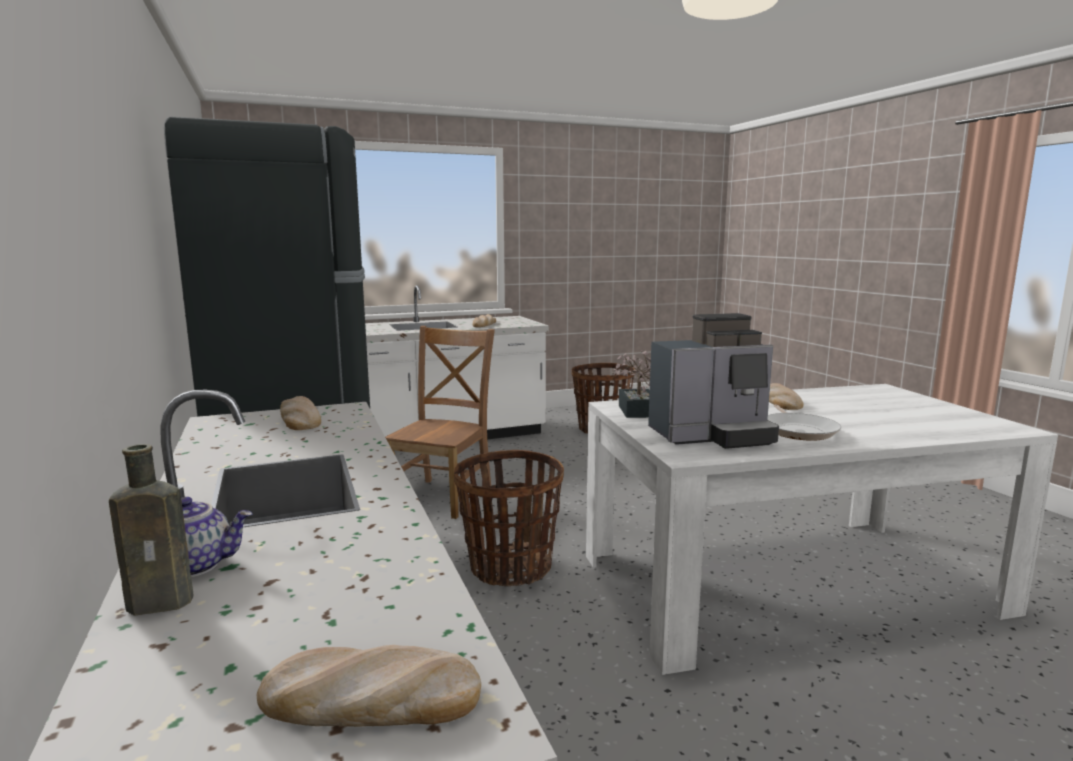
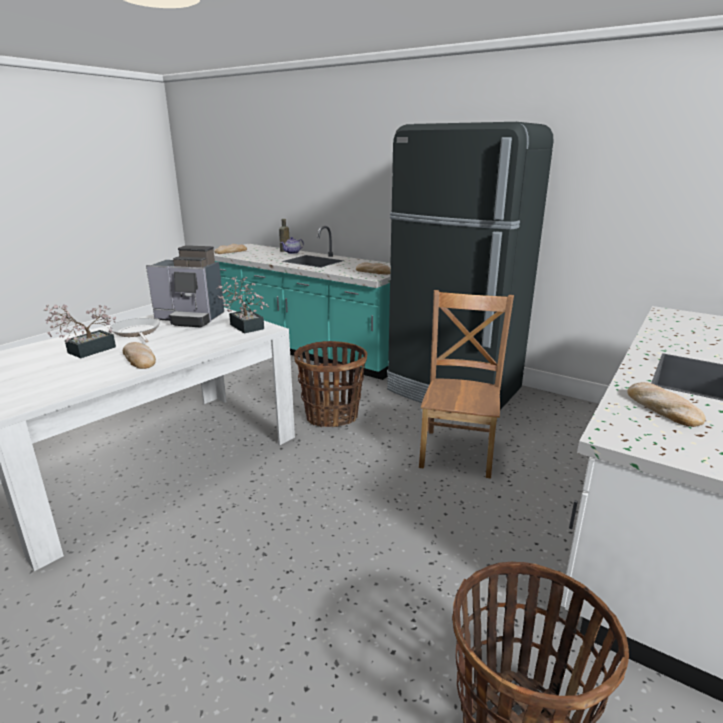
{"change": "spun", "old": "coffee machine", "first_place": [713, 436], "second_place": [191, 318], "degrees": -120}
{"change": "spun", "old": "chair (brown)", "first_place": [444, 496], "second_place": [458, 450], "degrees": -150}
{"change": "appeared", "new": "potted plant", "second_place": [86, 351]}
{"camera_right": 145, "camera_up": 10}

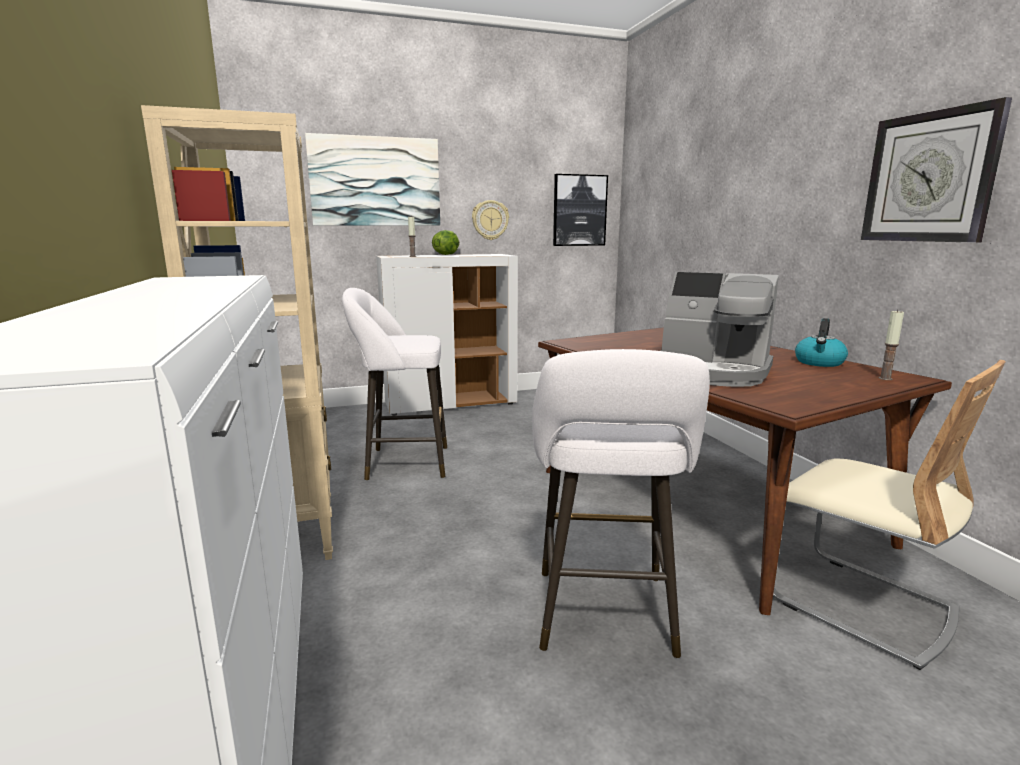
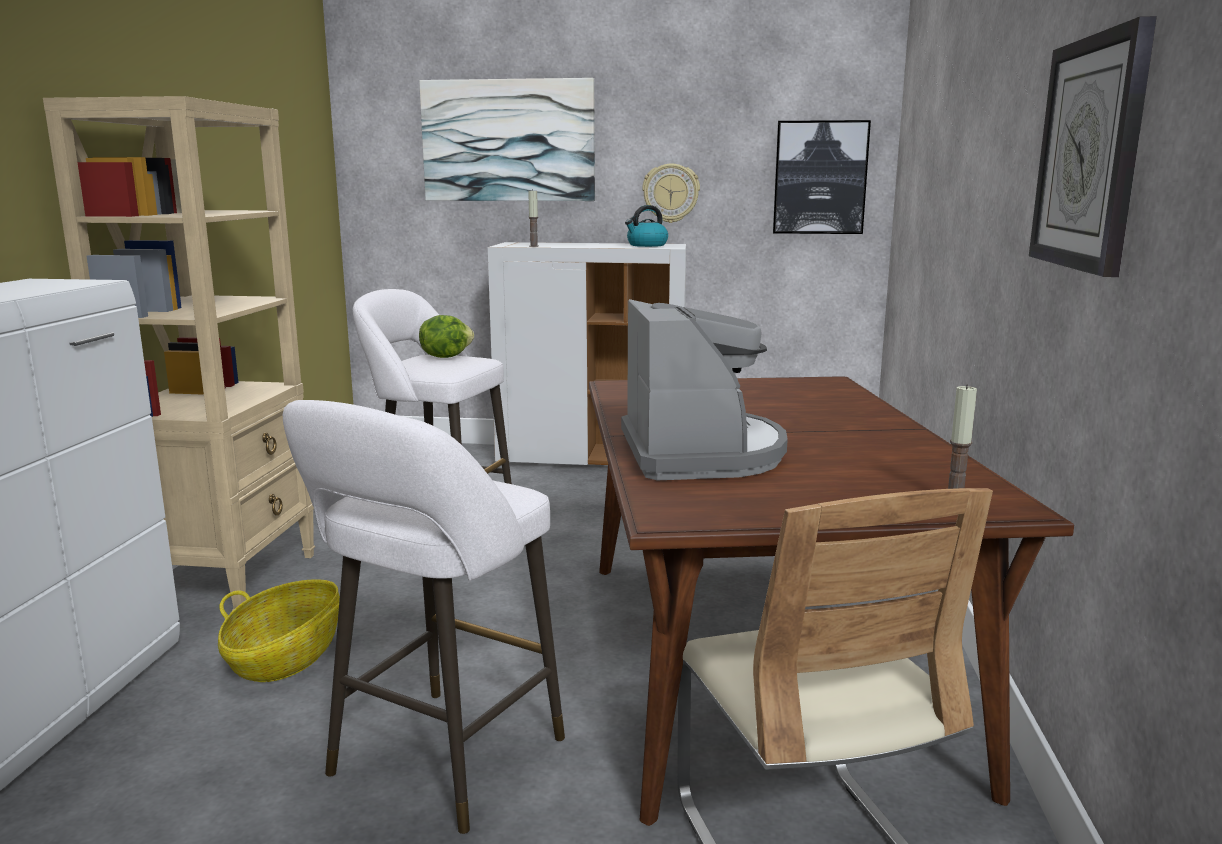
{"change": "relocated", "old": "lettuce", "first_place": [446, 254], "second_place": [445, 357]}
{"change": "spun", "old": "coffee machine", "first_place": [711, 372], "second_place": [701, 453], "degrees": -150}
{"change": "relocated", "old": "kettle", "first_place": [819, 363], "second_place": [646, 245]}
{"change": "appeared", "new": "basket", "second_place": [286, 657]}
{"camera_right": 25, "camera_up": 0}

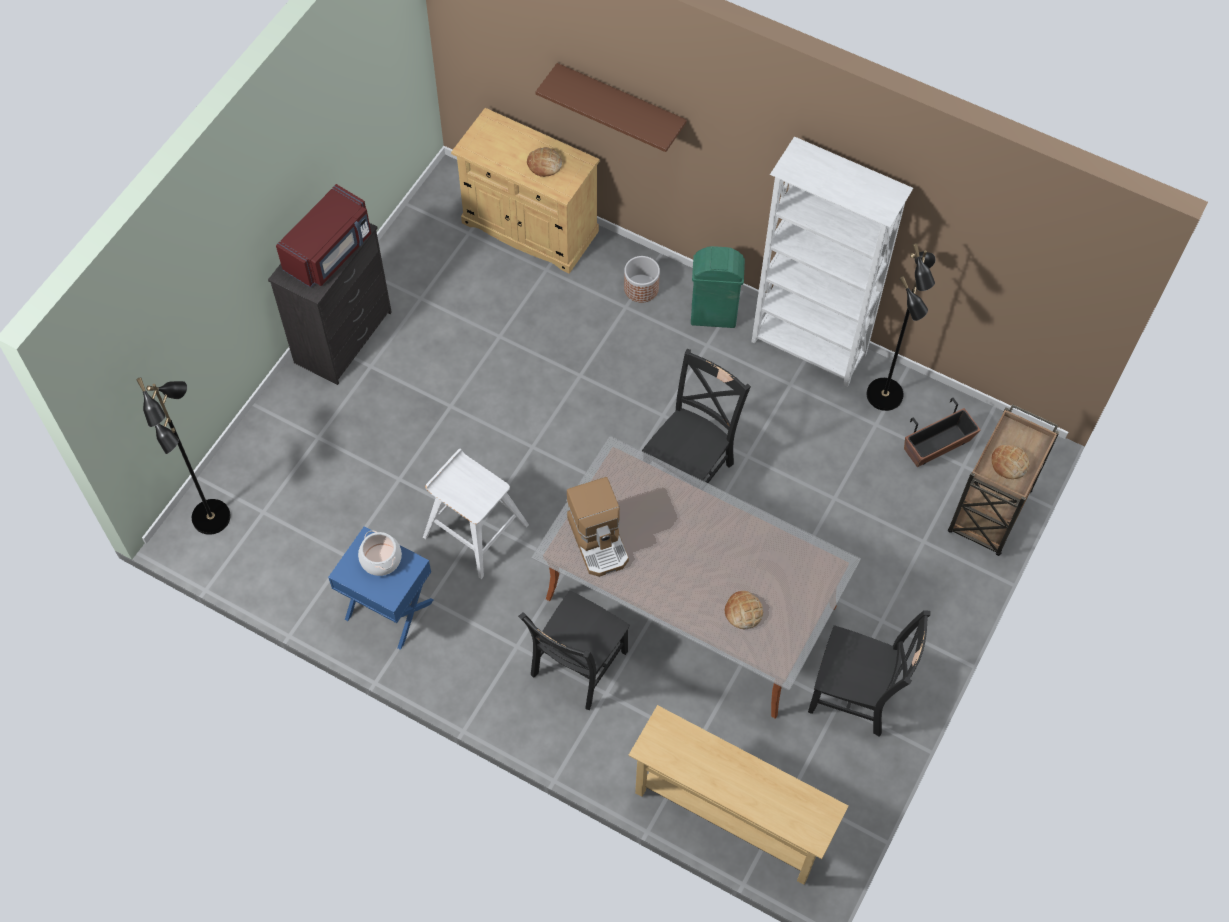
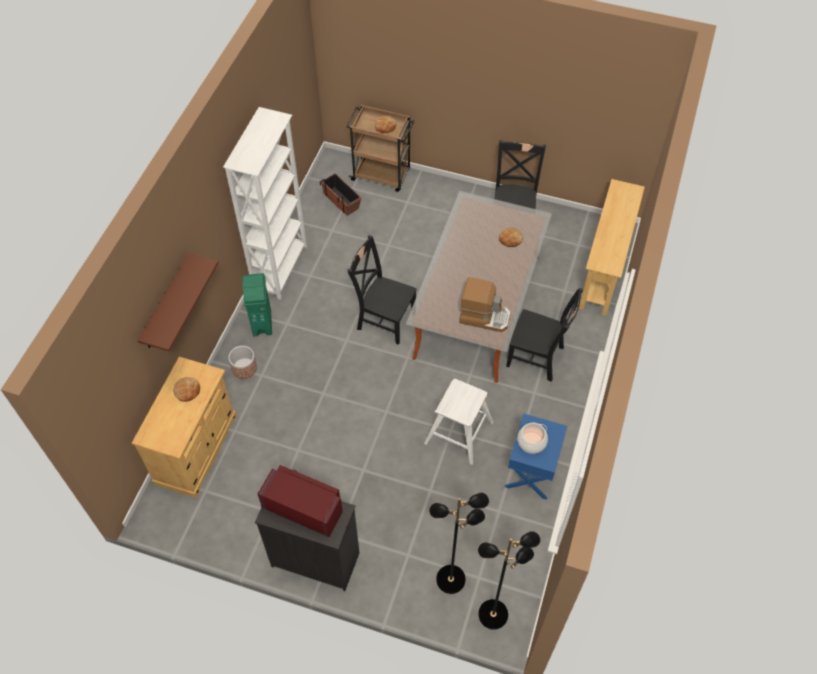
{"change": "relocated", "old": "floor lamp (black)", "first_place": [886, 395], "second_place": [451, 578]}
{"change": "spun", "old": "coffee machine", "first_place": [599, 540], "second_place": [484, 316], "degrees": 45}
{"camera_right": -100, "camera_up": -5}

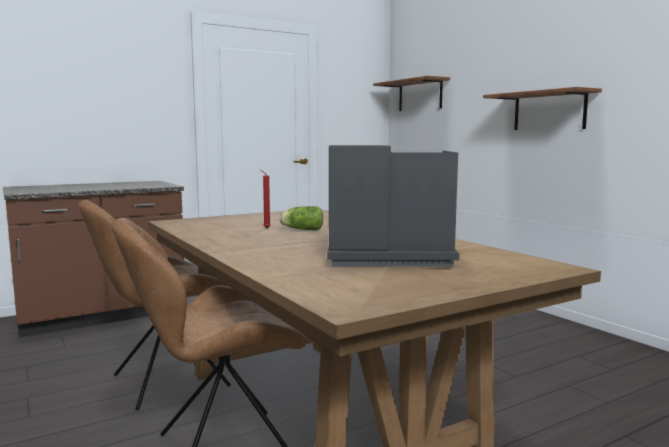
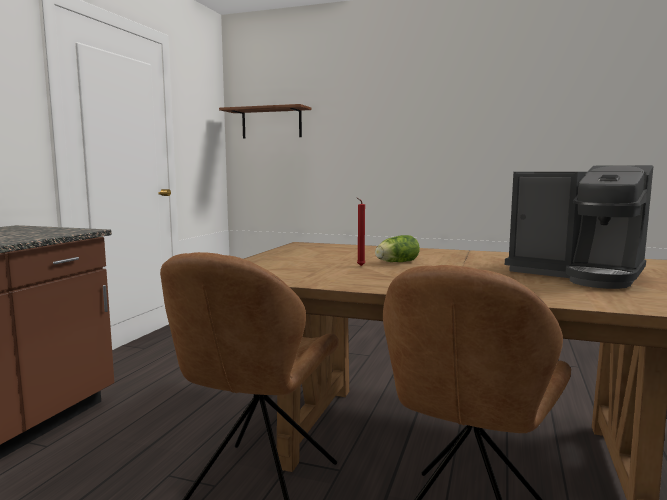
{"change": "missing", "old": "shelf", "first_place": [549, 111]}
{"change": "spun", "old": "coffee machine", "first_place": [385, 257], "second_place": [577, 274], "degrees": -105}
{"camera_right": -40, "camera_up": 0}

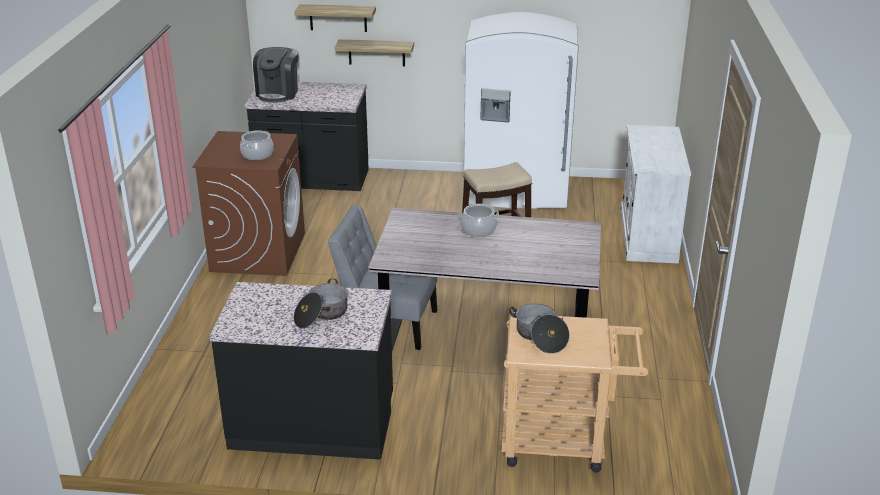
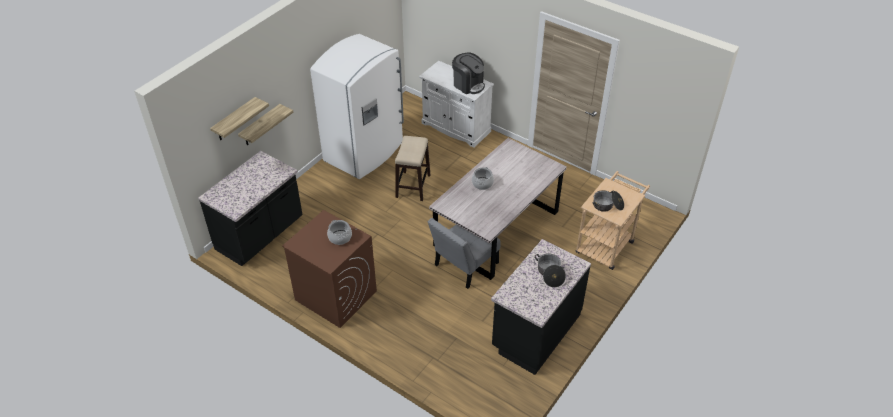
{"change": "relocated", "old": "coffee machine", "first_place": [278, 93], "second_place": [468, 85]}
{"camera_right": -60, "camera_up": 15}

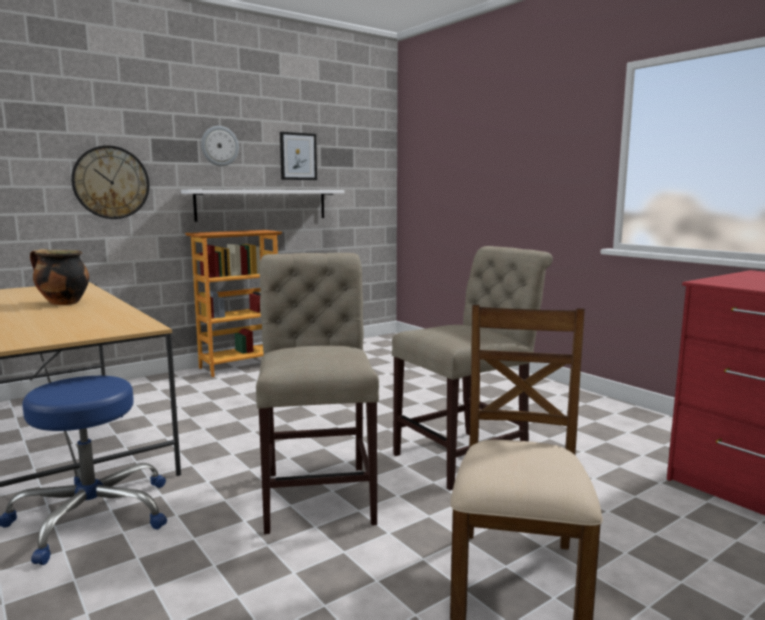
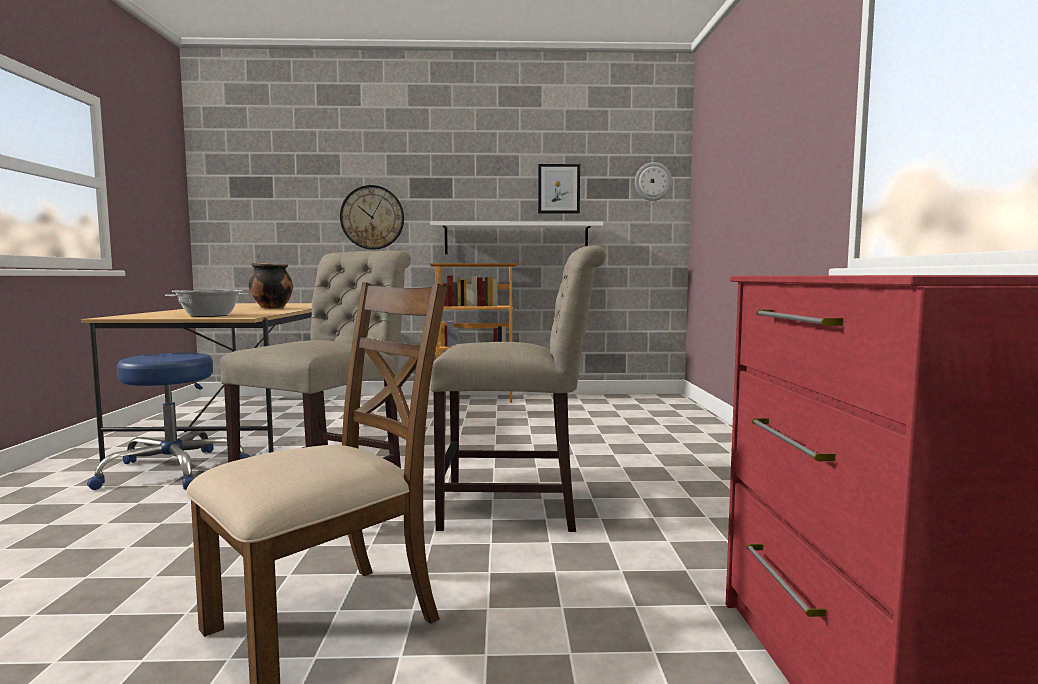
{"change": "relocated", "old": "wall clock", "first_place": [219, 146], "second_place": [653, 181]}
{"change": "appeared", "new": "cooking pot", "second_place": [209, 315]}
{"camera_right": 35, "camera_up": -5}

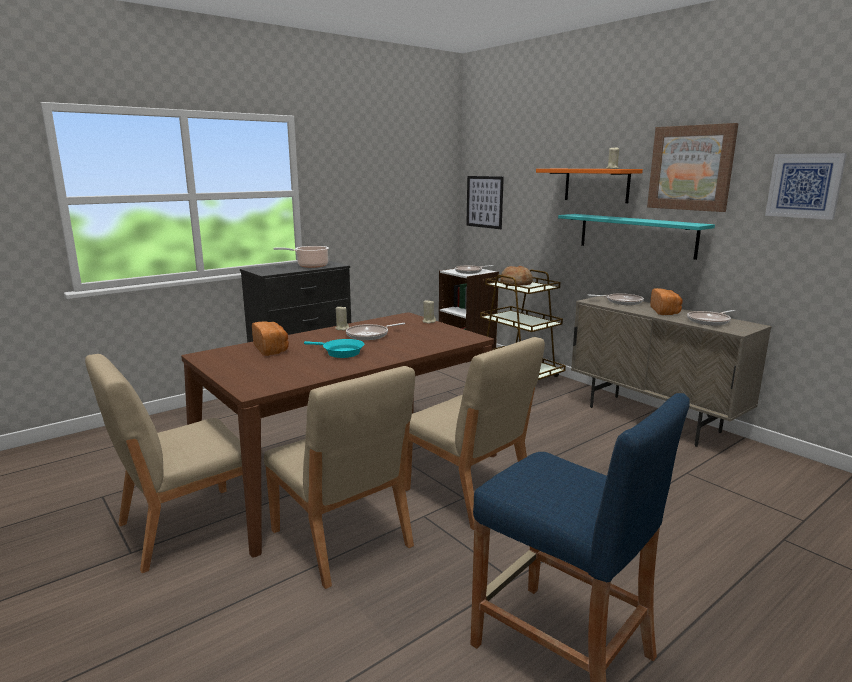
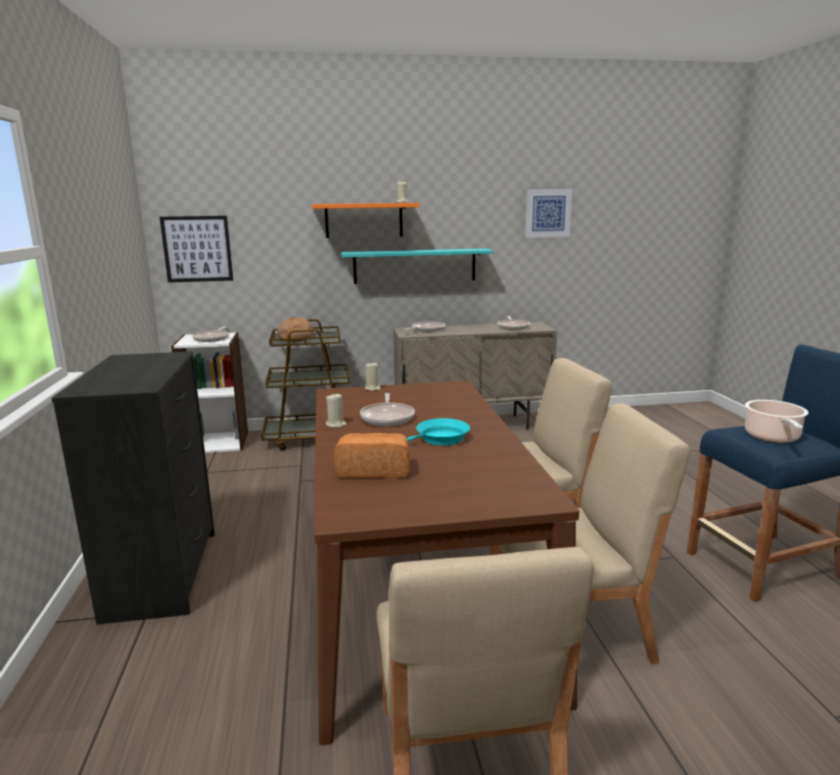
{"change": "missing", "old": "picture", "first_place": [691, 168]}
{"change": "relocated", "old": "cooking pot", "first_place": [310, 266], "second_place": [772, 437]}
{"change": "missing", "old": "bread", "first_place": [665, 311]}
{"camera_right": -60, "camera_up": 0}

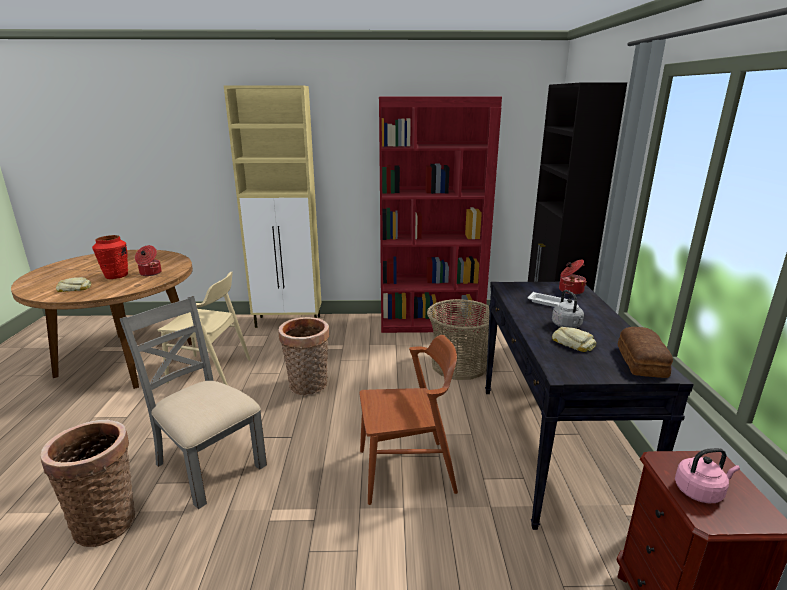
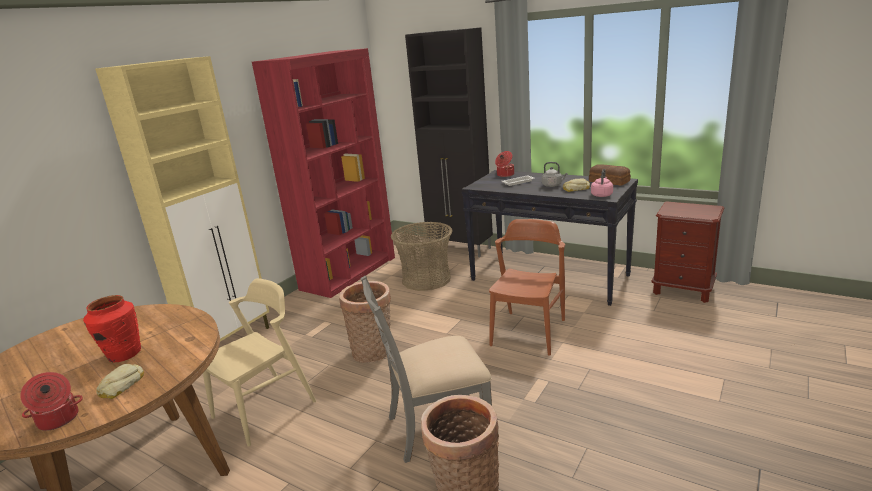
{"change": "relocated", "old": "cooking pot", "first_place": [150, 273], "second_place": [58, 420]}
{"change": "relocated", "old": "kettle (pink)", "first_place": [700, 491], "second_place": [602, 195]}
{"camera_right": -55, "camera_up": 0}

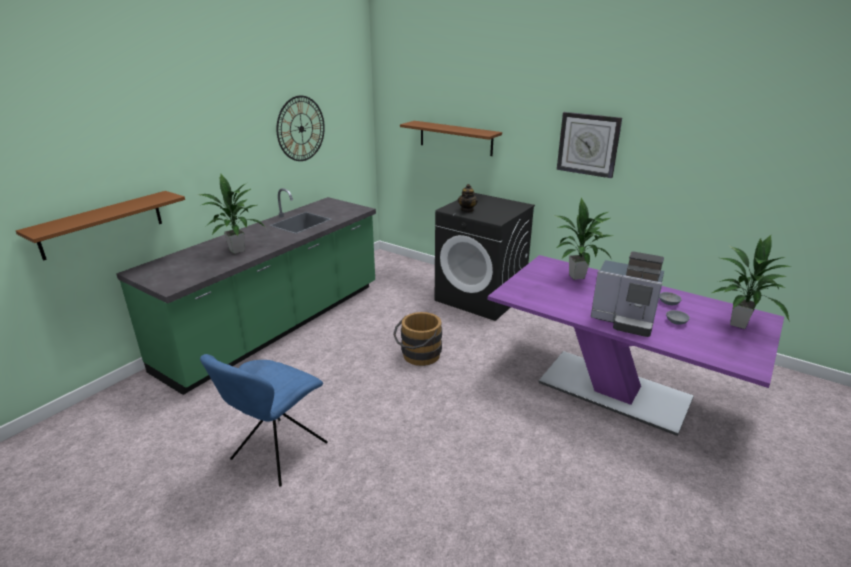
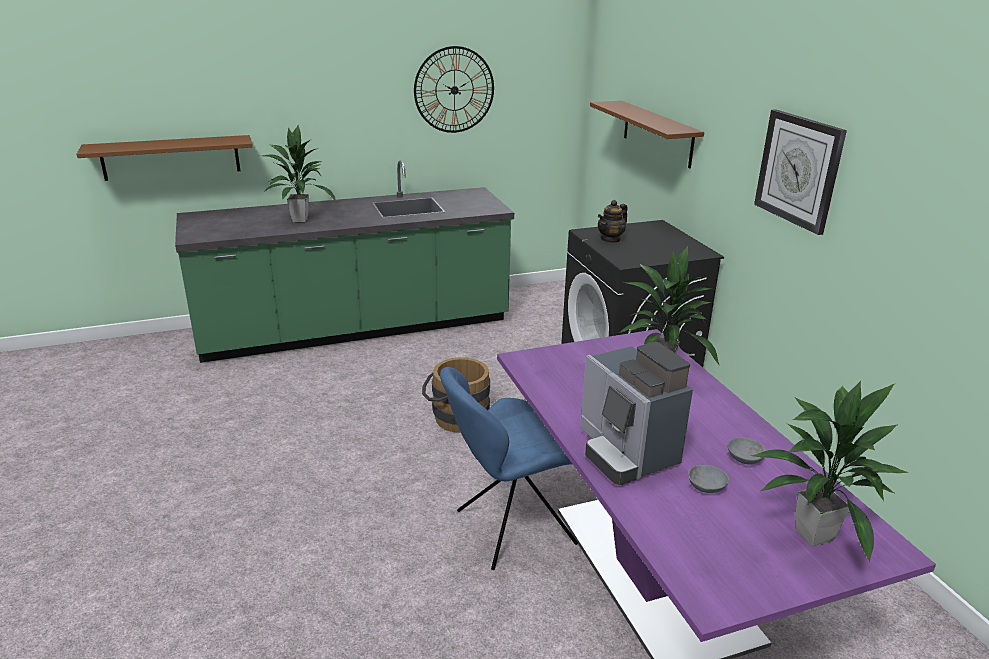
{"change": "relocated", "old": "chair (blue)", "first_place": [277, 453], "second_place": [511, 528]}
{"camera_right": 35, "camera_up": 0}

